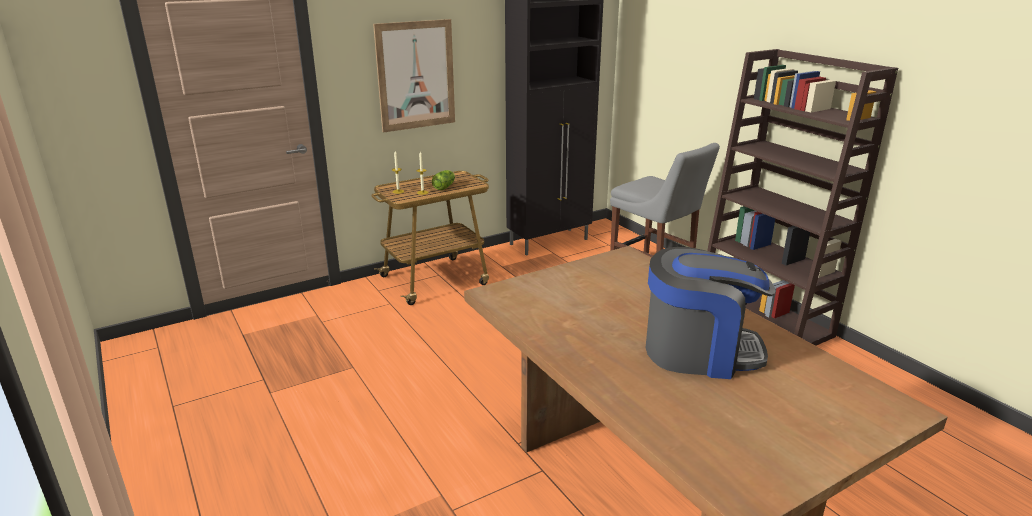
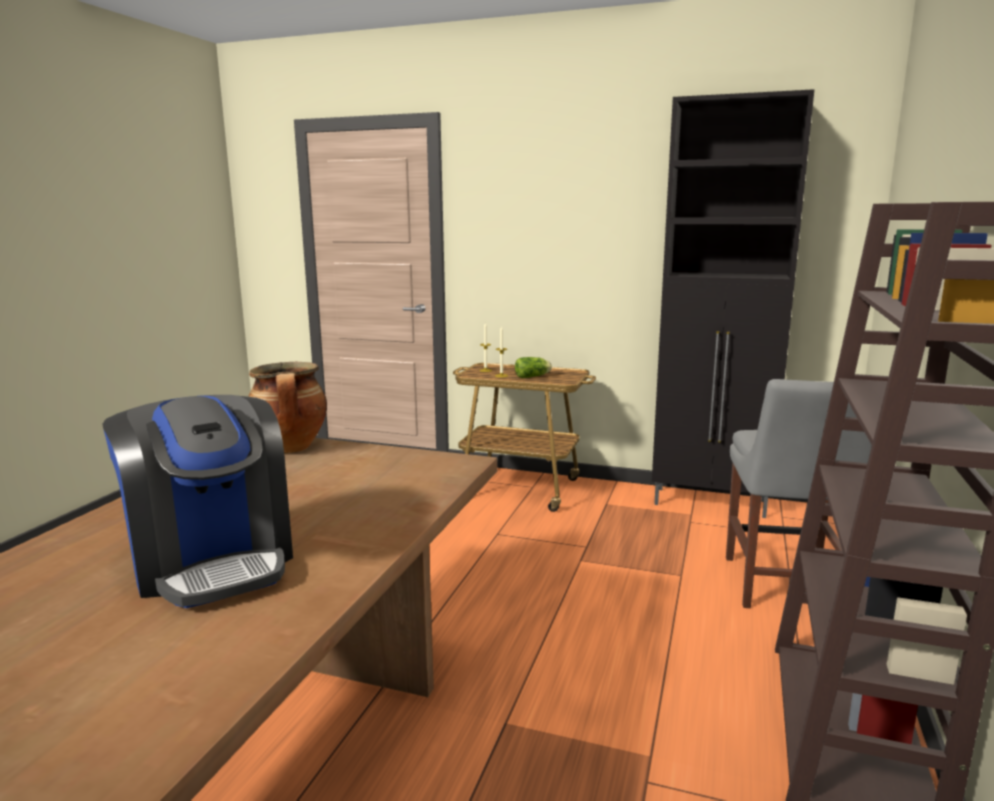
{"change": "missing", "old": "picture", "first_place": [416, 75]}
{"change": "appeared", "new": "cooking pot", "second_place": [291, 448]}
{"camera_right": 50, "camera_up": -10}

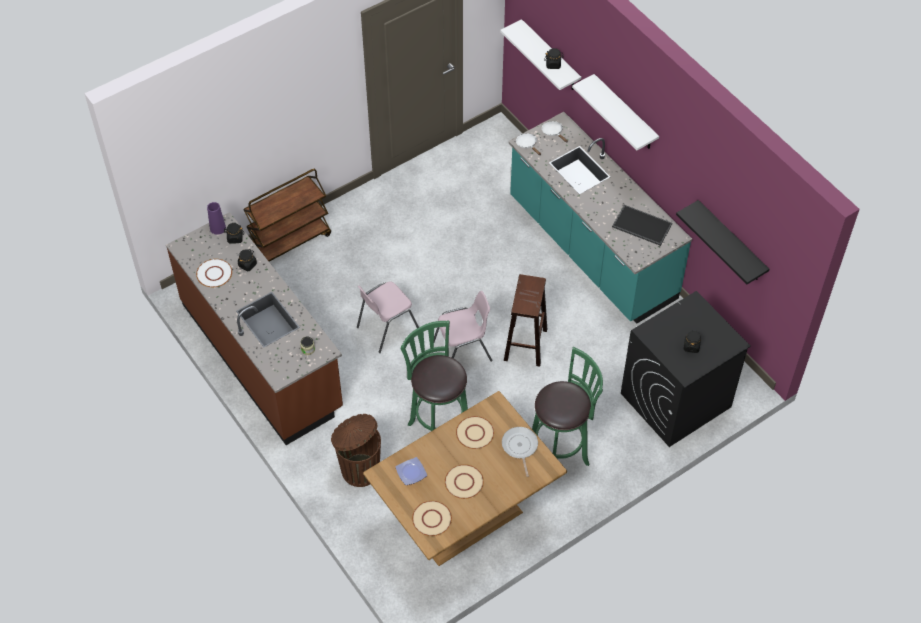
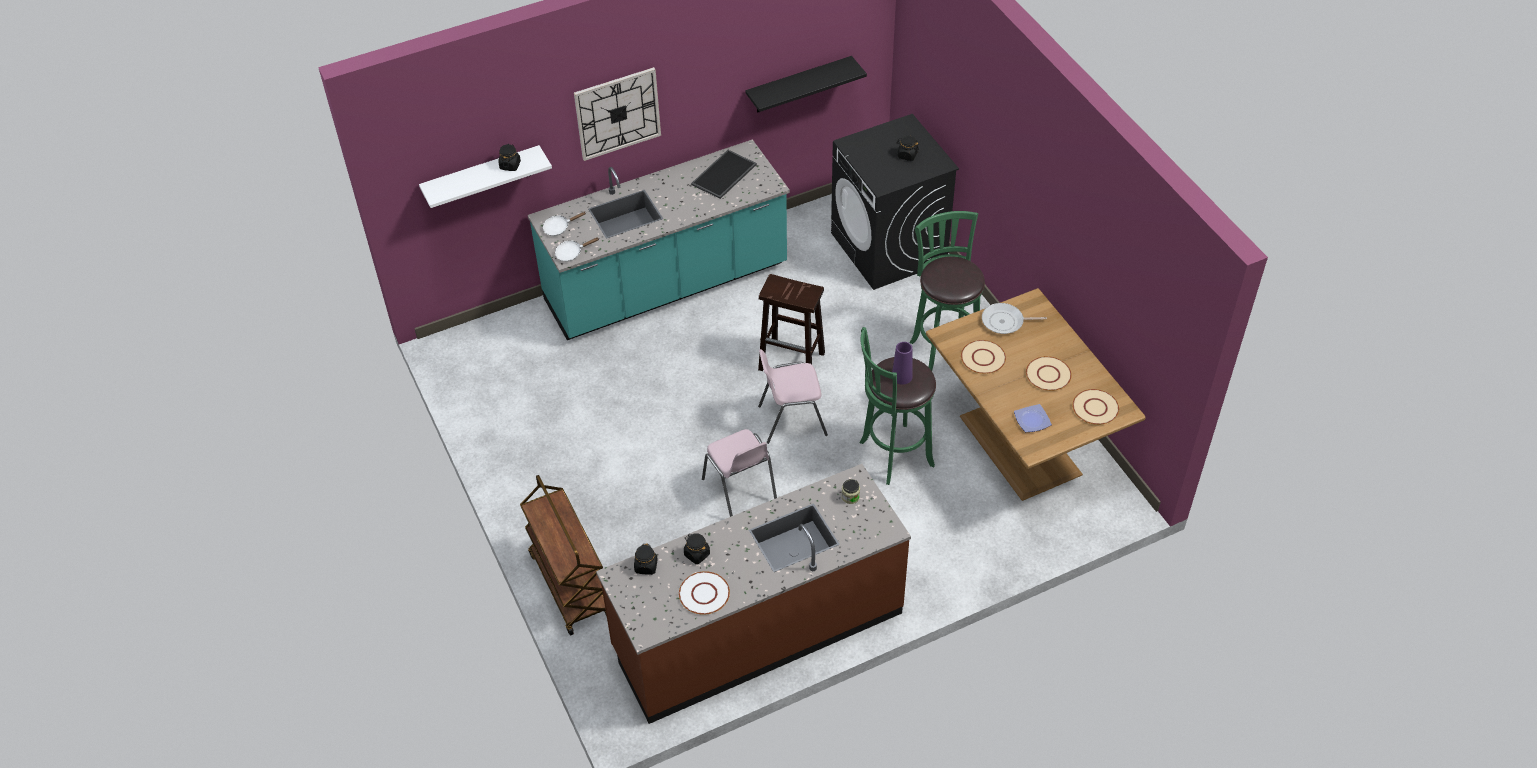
{"change": "exchanged", "old": "shelf (white)", "new": "wall clock", "first_place": [625, 114], "second_place": [617, 113]}
{"change": "relocated", "old": "vase (purple)", "first_place": [217, 228], "second_place": [902, 376]}
{"change": "spun", "old": "chair (pink)", "first_place": [463, 352], "second_place": [791, 420], "degrees": -90}
{"change": "missing", "old": "trash can (brown)", "first_place": [359, 469]}
{"camera_right": -80, "camera_up": -5}

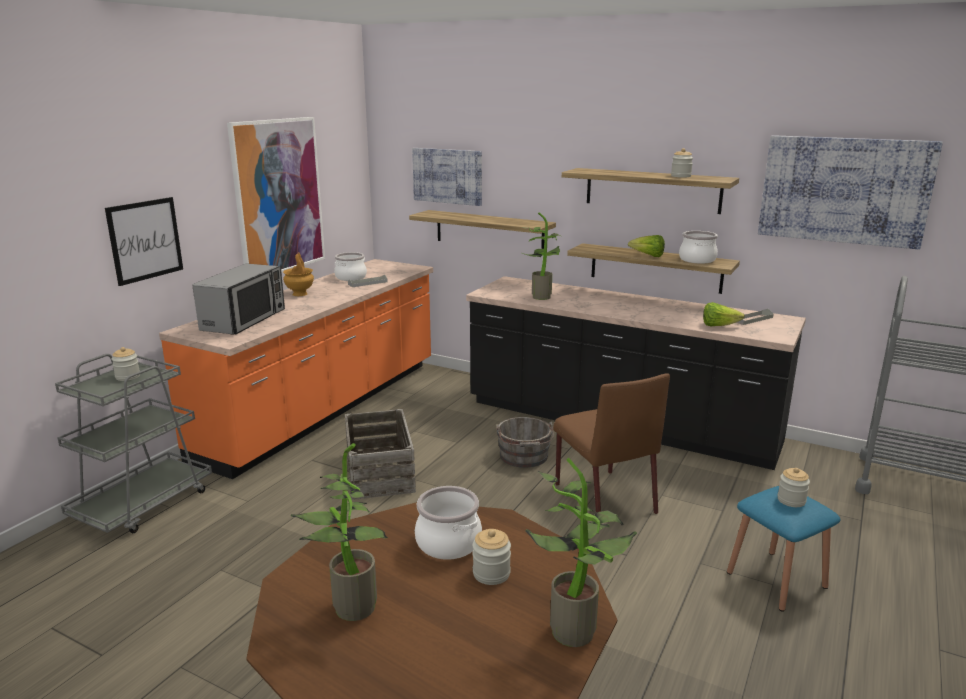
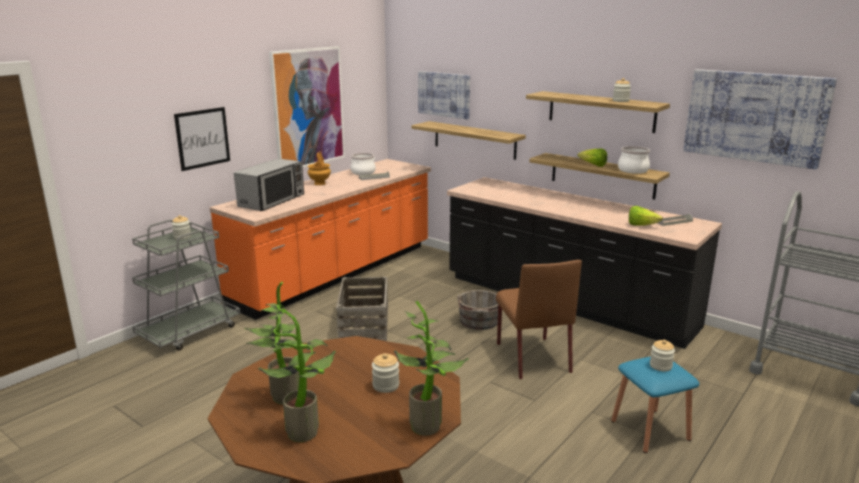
{"change": "relocated", "old": "potted plant", "first_place": [541, 296], "second_place": [305, 429]}
{"change": "missing", "old": "cooking pot", "first_place": [449, 542]}
{"camera_right": 10, "camera_up": 0}

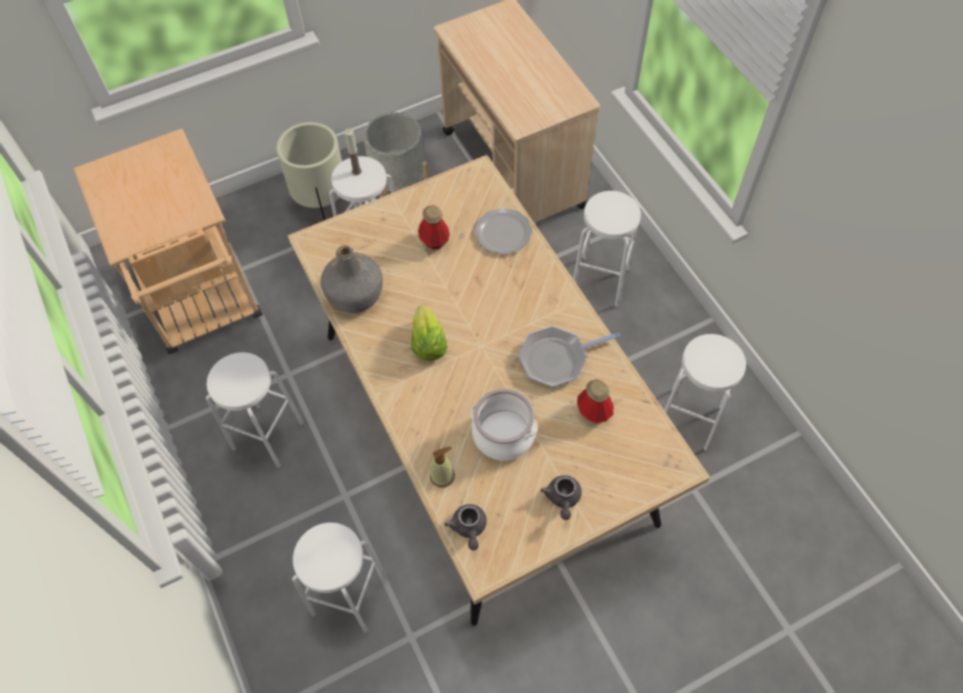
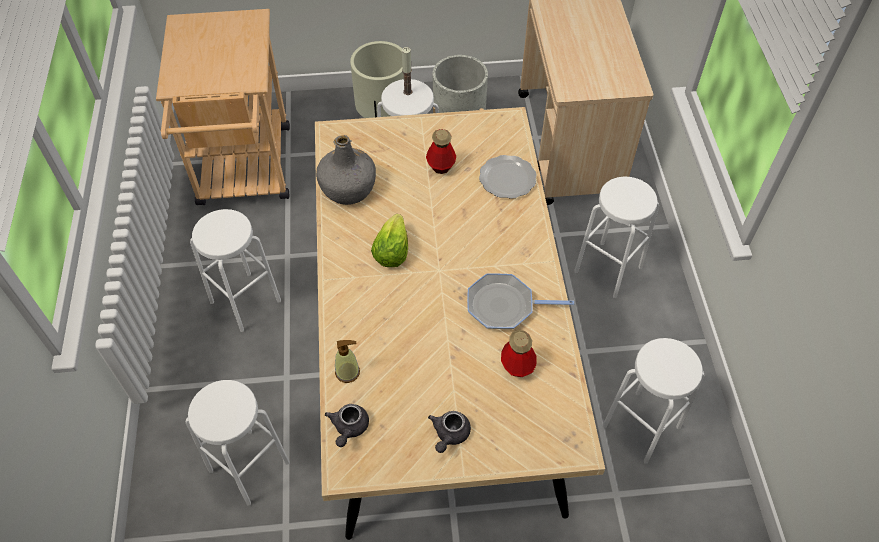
{"change": "missing", "old": "cooking pot", "first_place": [503, 435]}
{"camera_right": 20, "camera_up": -5}

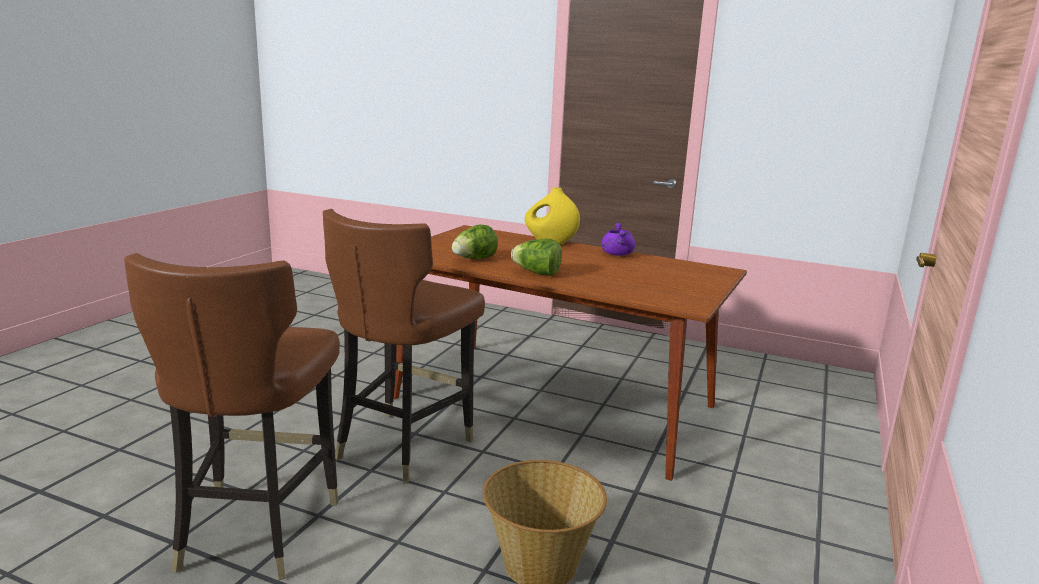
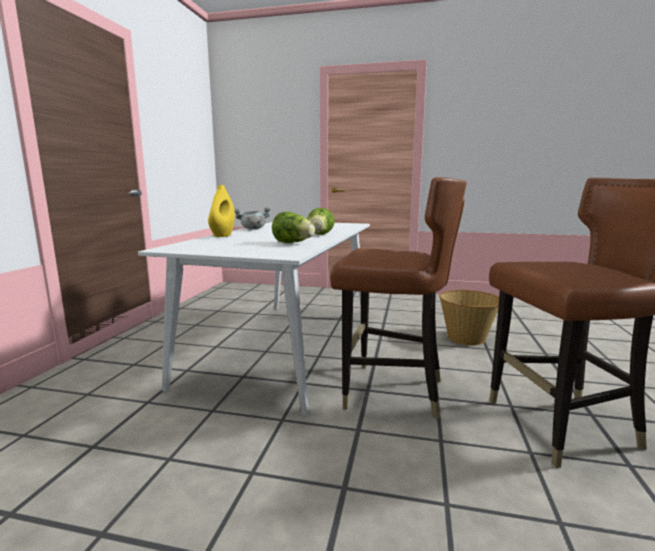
{"change": "colour", "old": "cooking pot (purple)", "new": "cooking pot (grey)", "first_place": [616, 254], "second_place": [253, 229]}
{"change": "colour", "old": "dining table (brown)", "new": "dining table (white)", "first_place": [555, 402], "second_place": [286, 345]}
{"camera_right": -100, "camera_up": -5}

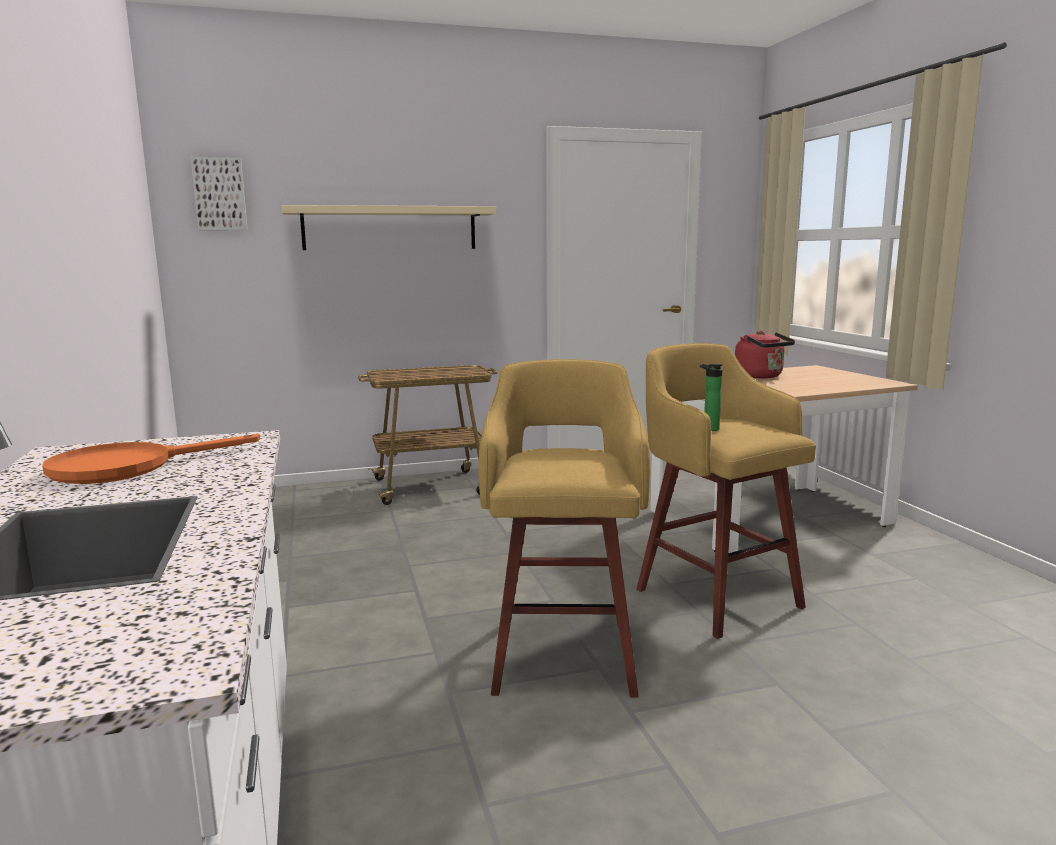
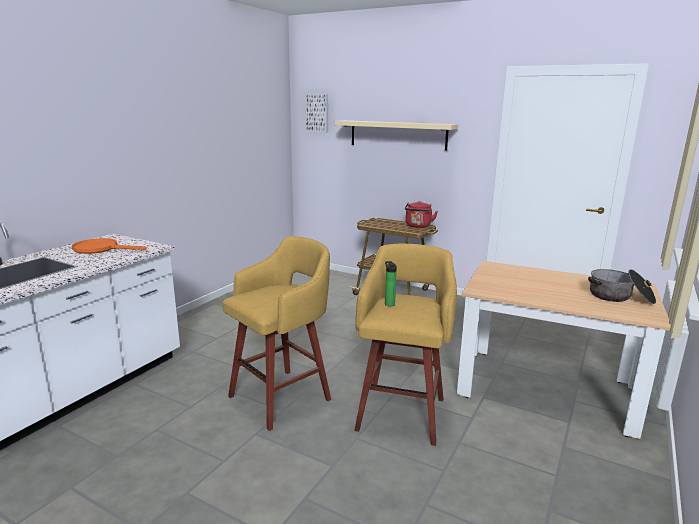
{"change": "relocated", "old": "kettle (red)", "first_place": [761, 376], "second_place": [418, 226]}
{"change": "appeared", "new": "cooking pot", "second_place": [620, 297]}
{"camera_right": 45, "camera_up": 5}

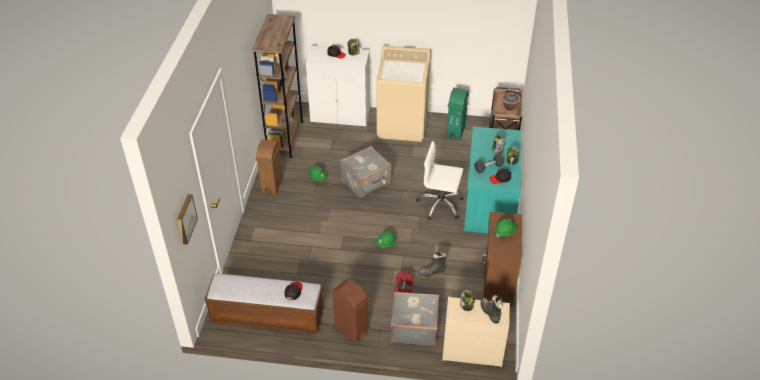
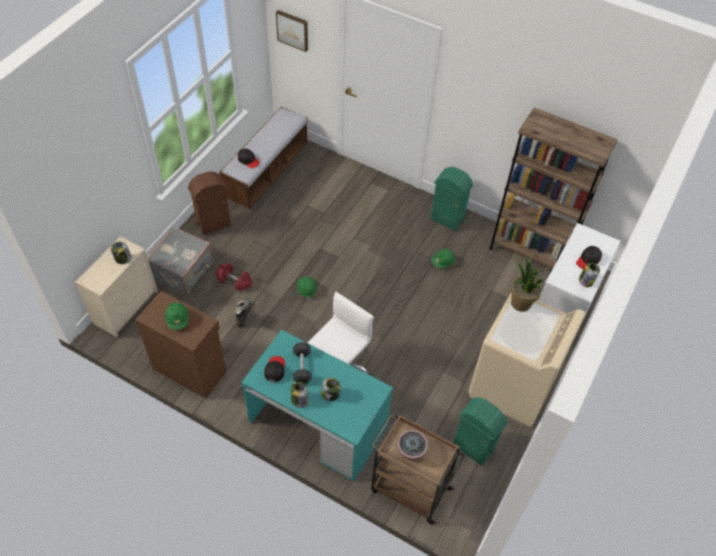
{"change": "colour", "old": "trash can (brown)", "new": "trash can (green)", "first_place": [272, 185], "second_place": [447, 220]}
{"change": "missing", "old": "suitcase (grey)", "first_place": [366, 182]}
{"change": "missing", "old": "boot (black)", "first_place": [490, 313]}
{"change": "appeared", "new": "potted plant", "second_place": [520, 303]}
{"camera_right": 110, "camera_up": 10}

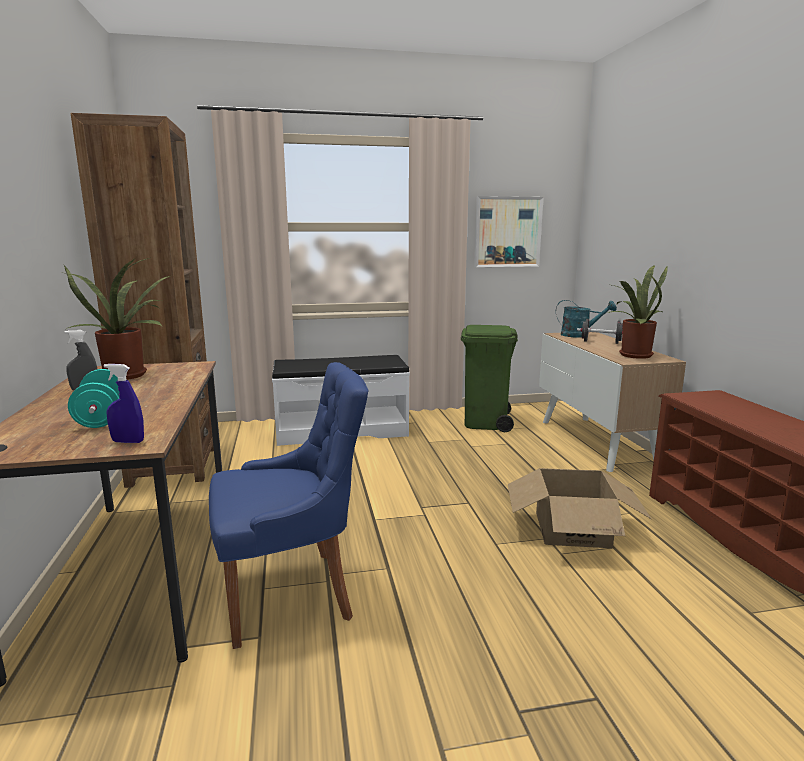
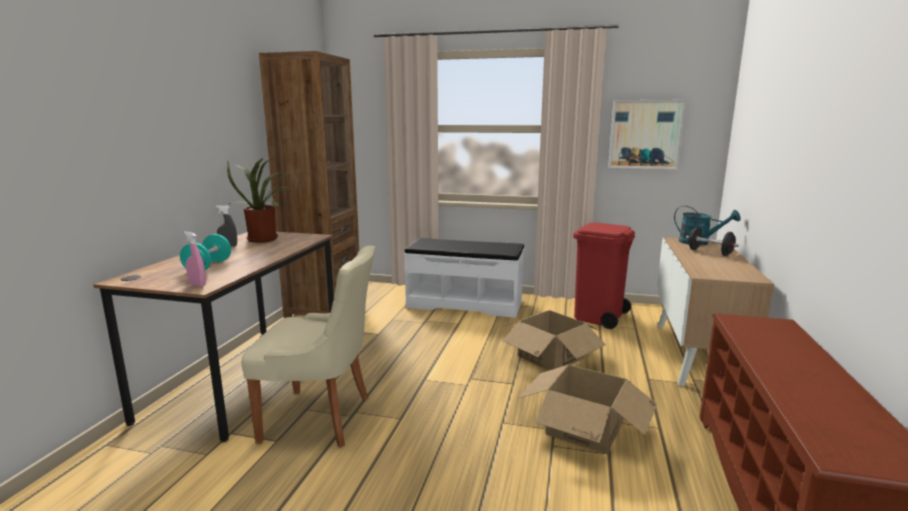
{"change": "missing", "old": "potted plant", "first_place": [632, 355]}
{"change": "colour", "old": "trash can (green)", "new": "trash can (red)", "first_place": [485, 422], "second_place": [598, 317]}
{"change": "colour", "old": "chair (blue)", "new": "chair (beige)", "first_place": [292, 593], "second_place": [321, 418]}
{"change": "colour", "old": "spray bottle (blue)", "new": "spray bottle (pink)", "first_place": [128, 441], "second_place": [197, 284]}
{"change": "appeared", "new": "cardboard box", "second_place": [550, 357]}
{"camera_right": 25, "camera_up": 0}

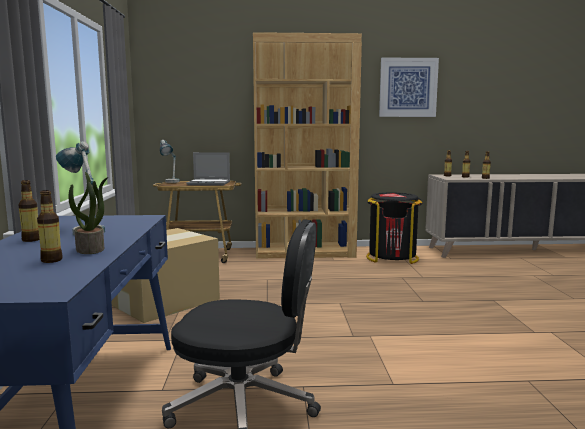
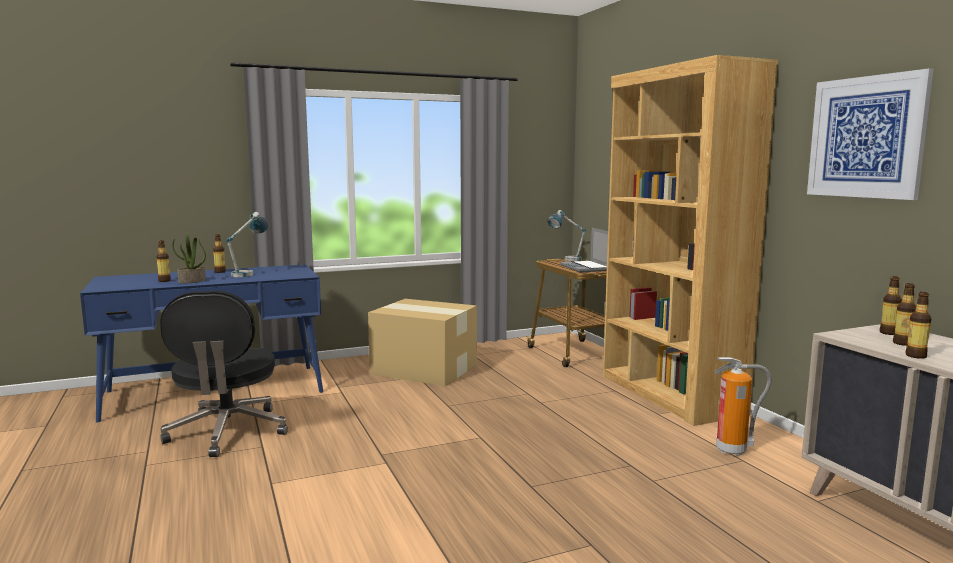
{"change": "exchanged", "old": "trash can (black)", "new": "fire extinguisher", "first_place": [392, 258], "second_place": [733, 450]}
{"camera_right": 70, "camera_up": 0}

